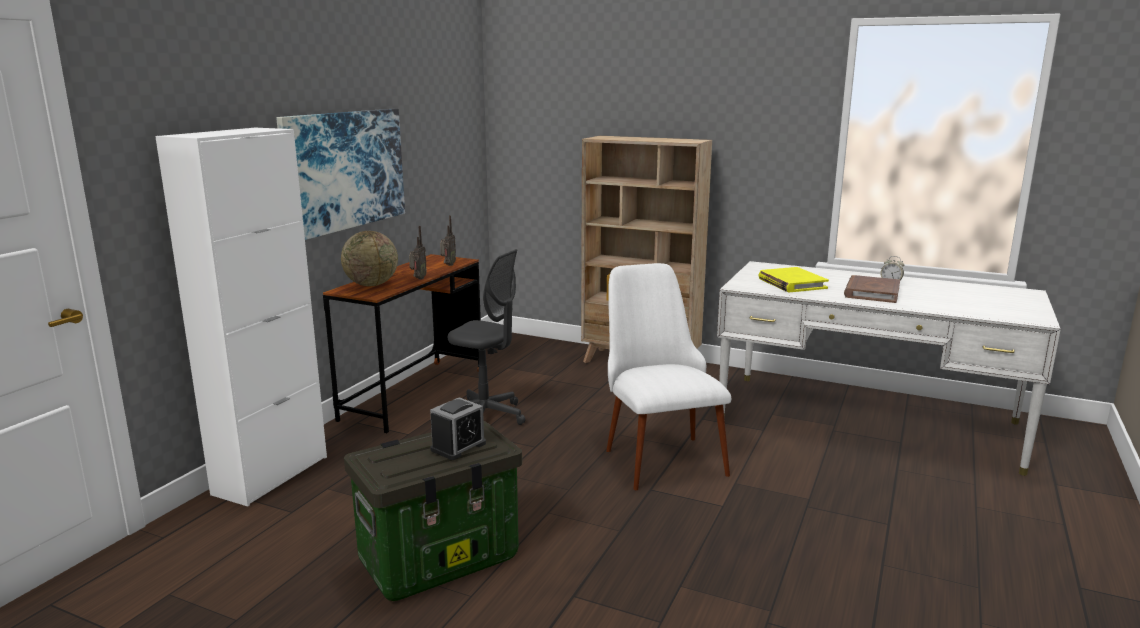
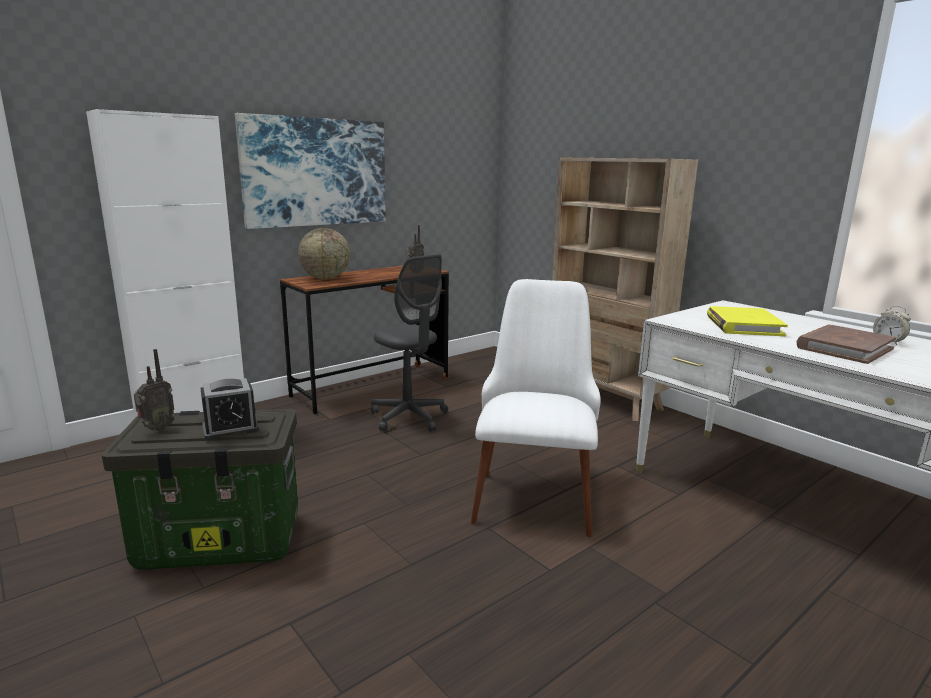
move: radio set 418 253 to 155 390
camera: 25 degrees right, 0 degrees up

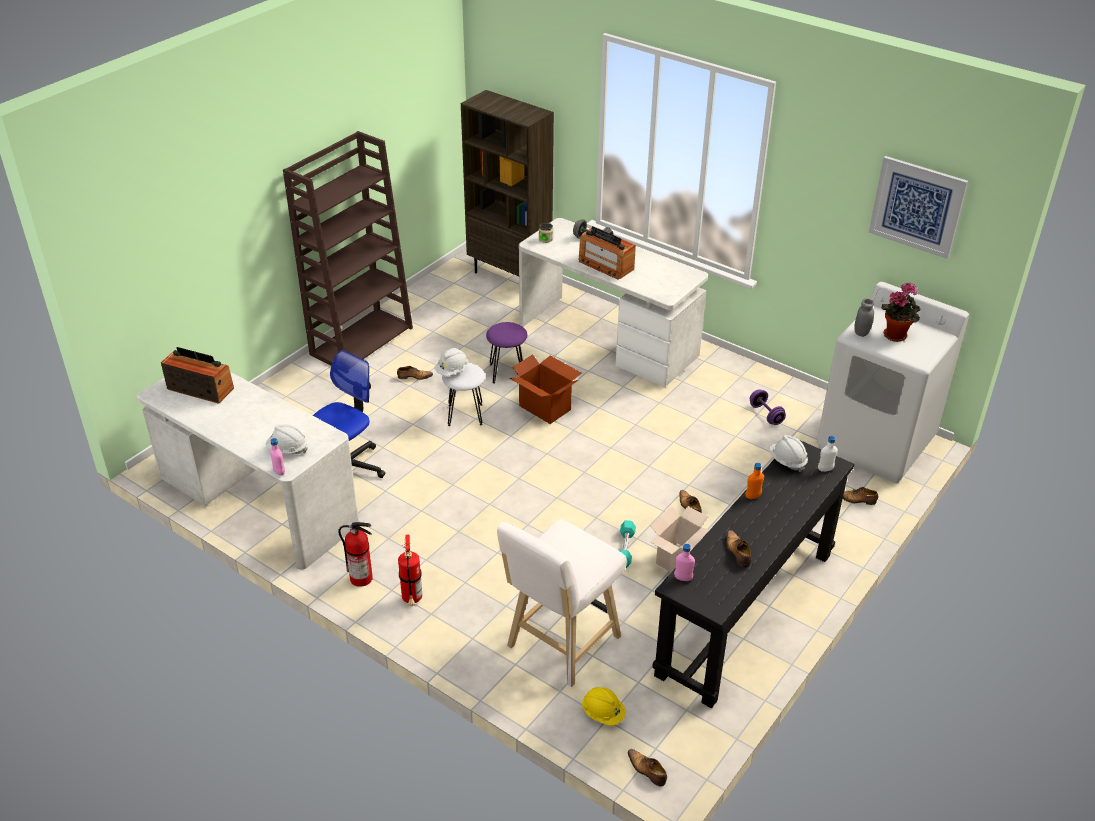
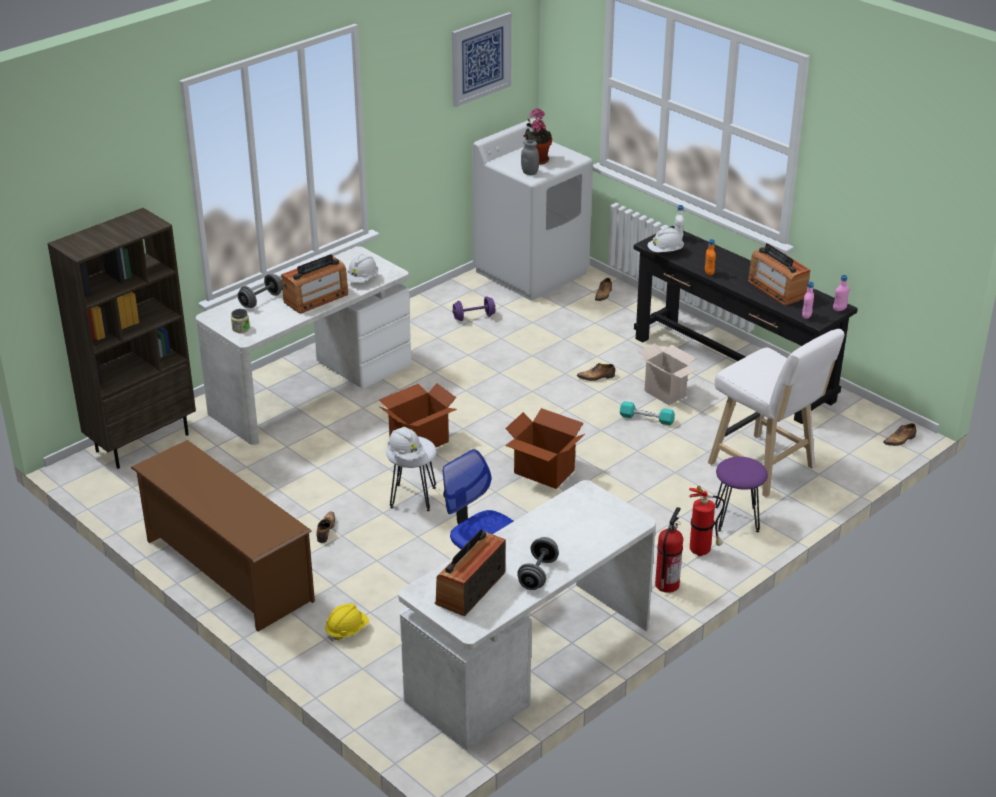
insert: carton 545 448; dumbbell in gray 538 563
move: stool seat in purplish 506 353 to 741 494; hard hat in white-coloured 287 439 to 362 268; drink bottle in pink-coloured 277 456 to 841 293; hard hat in yellow 604 706 to 347 622
replace: bookcase in brown 348 248 to shoe shelf in brown 223 536; low shoe 739 549 to radio set 779 274
camera: 80 degrees left, 5 degrees down

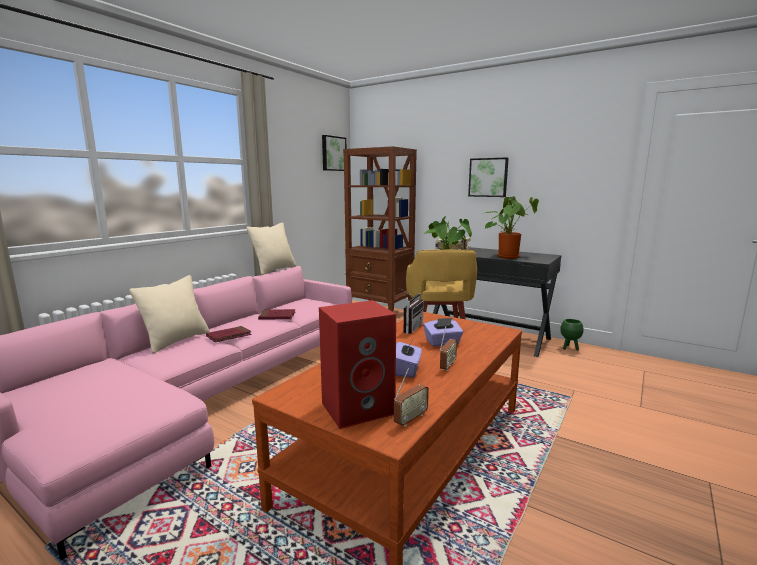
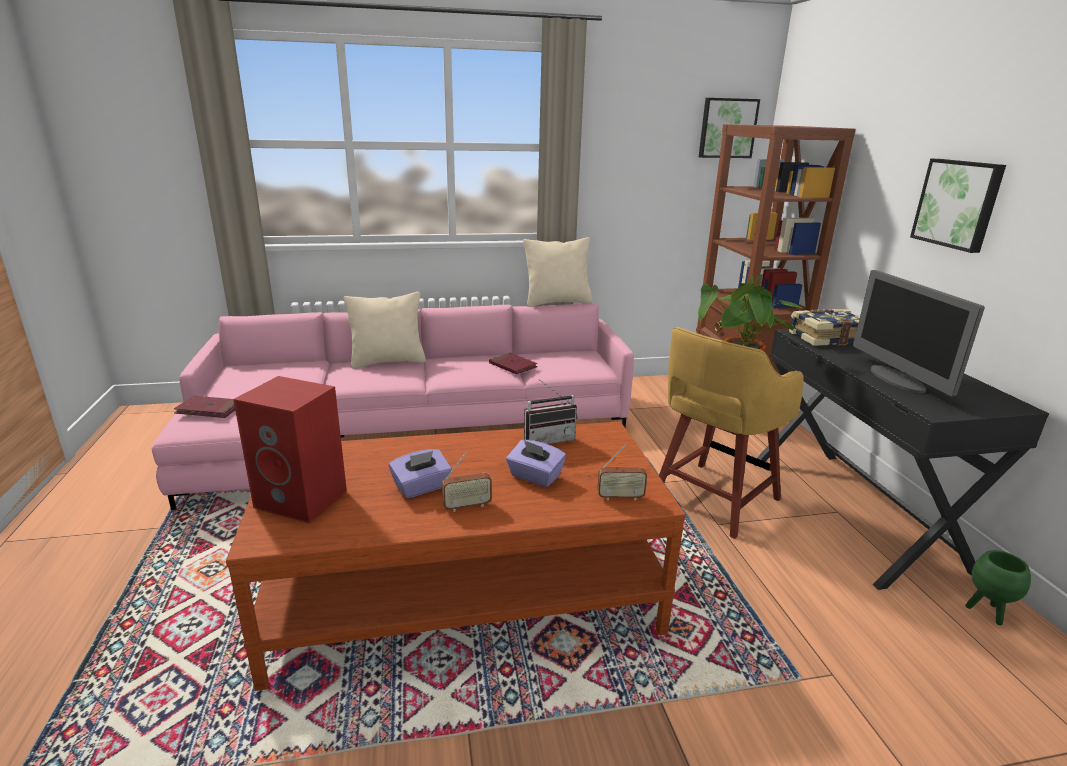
move: book in reddish 229 334 to 204 407; radio set 411 397 to 622 473
replace: plant in a pot 512 227 to computer screen 919 333
camera: 45 degrees right, 10 degrees up

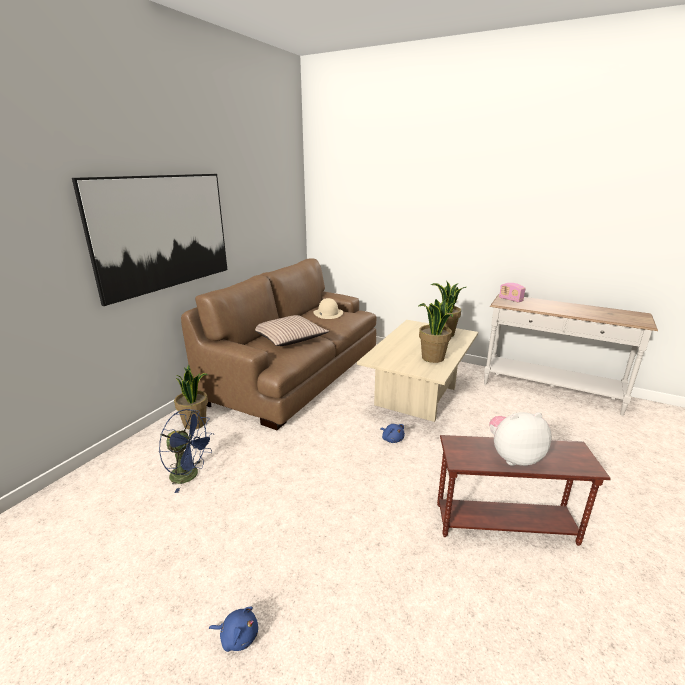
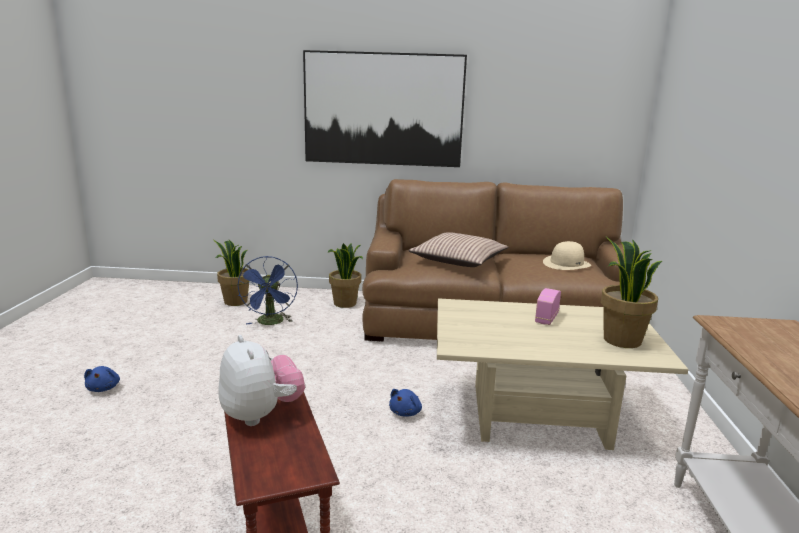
move: radio set 512 293 to 548 306; plant in a pot 437 331 to 231 273
camera: 65 degrees right, 5 degrees down

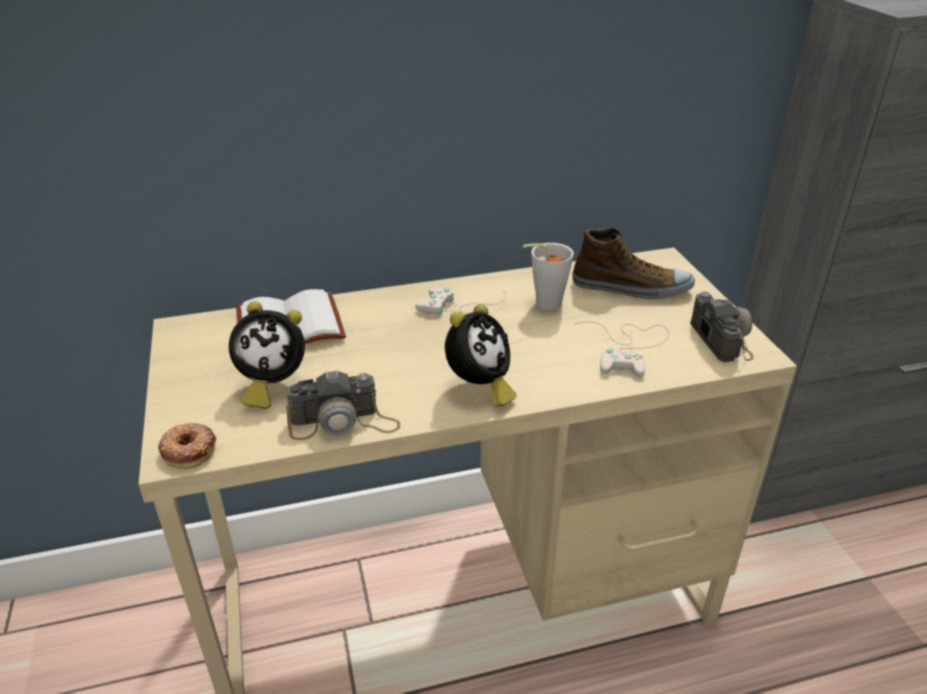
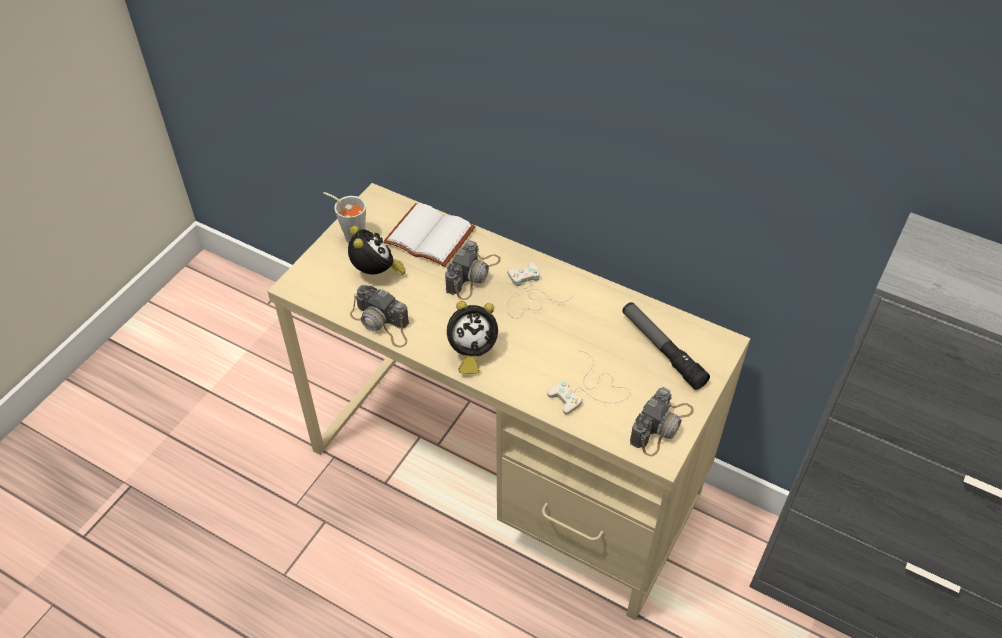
delete: ring doughnut 187 446
insert: photo camera 473 270
move: cup in gray 548 276 to 344 217
replace: low shoe 633 263 to torch 666 346
rotate: alarm clock 267 355 = 377 251 150 degrees counterclockwise
camera: 45 degrees right, 15 degrees up

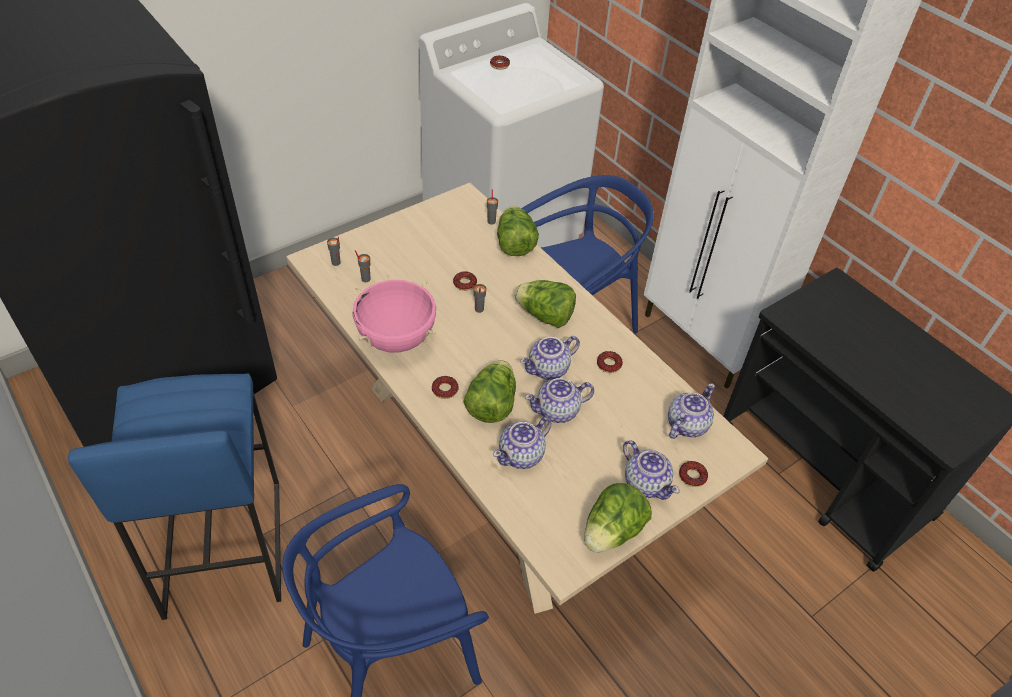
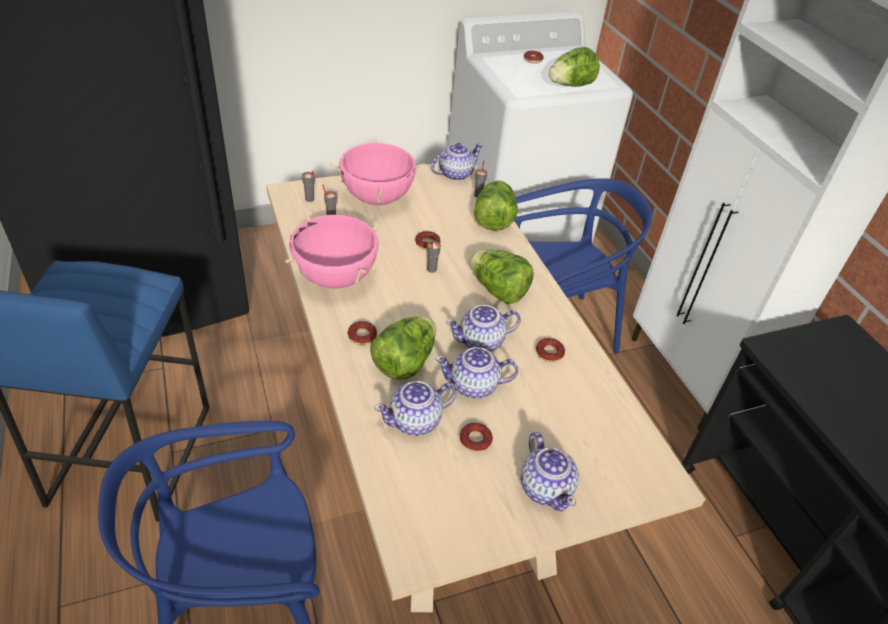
insert: cooking pot in pink-coloured 378 172
move: pot for tea 691 411 to 457 162; ring doughnut 693 474 to 476 437; lettuce 618 518 to 574 67
camera: 15 degrees right, 5 degrees down

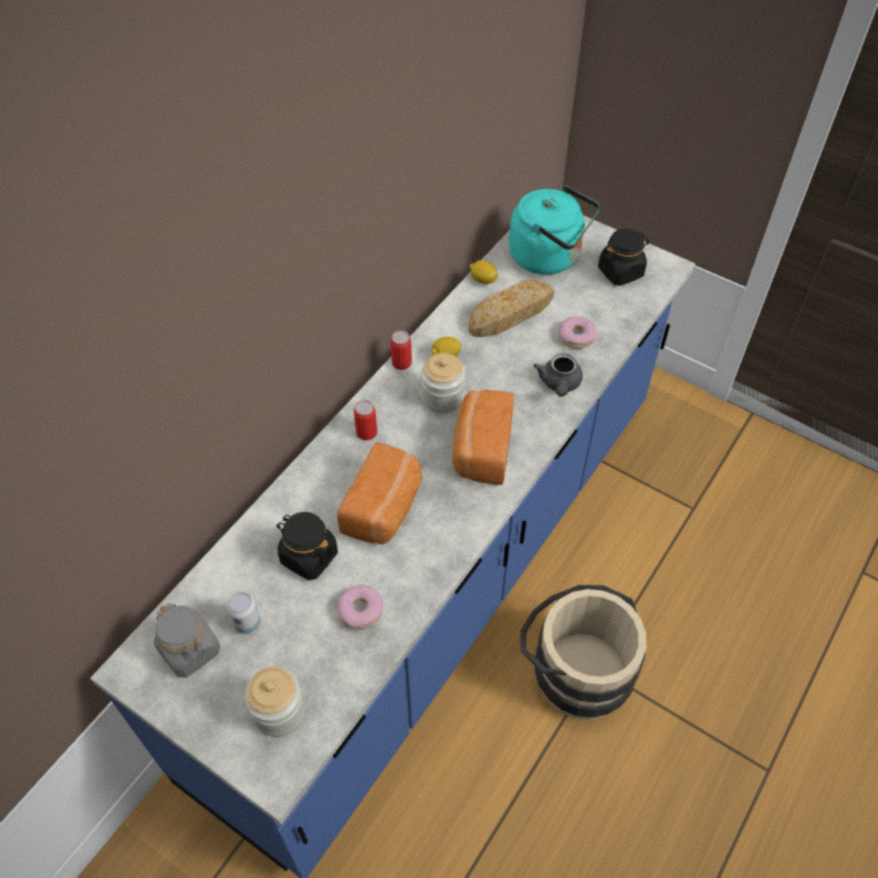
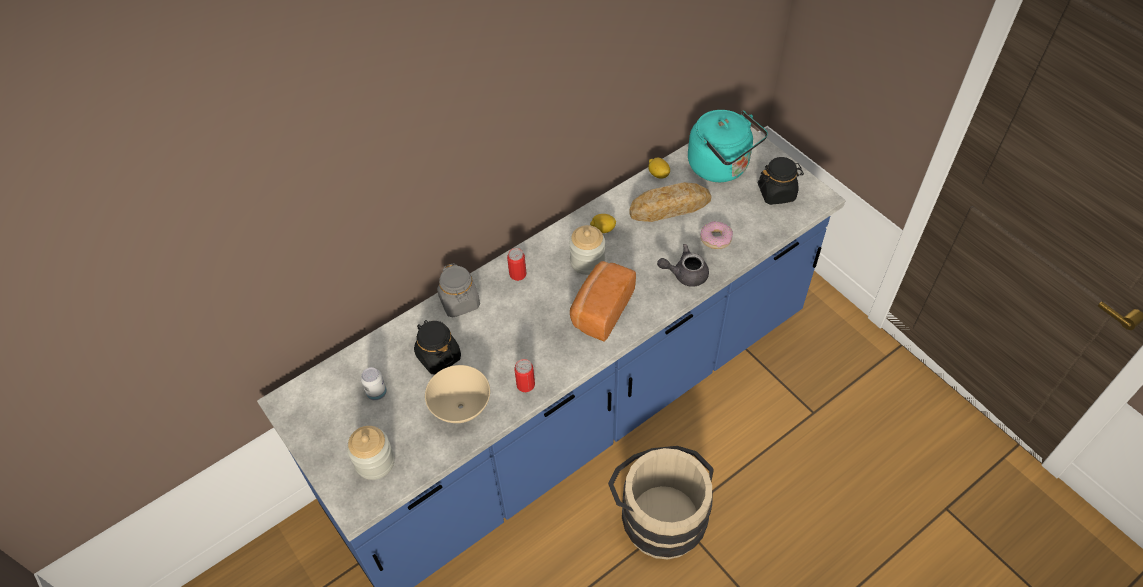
delete: bakery bread 379 493
move: metal can 401 350 to 524 375; preserve jar in gray 187 640 to 458 290
replace: ring doughnut 360 607 to deep dish in sand-coloured 457 394
rotate: pot for tea in gray 558 375 = 683 265 60 degrees clockwise
camera: 20 degrees right, 0 degrees up

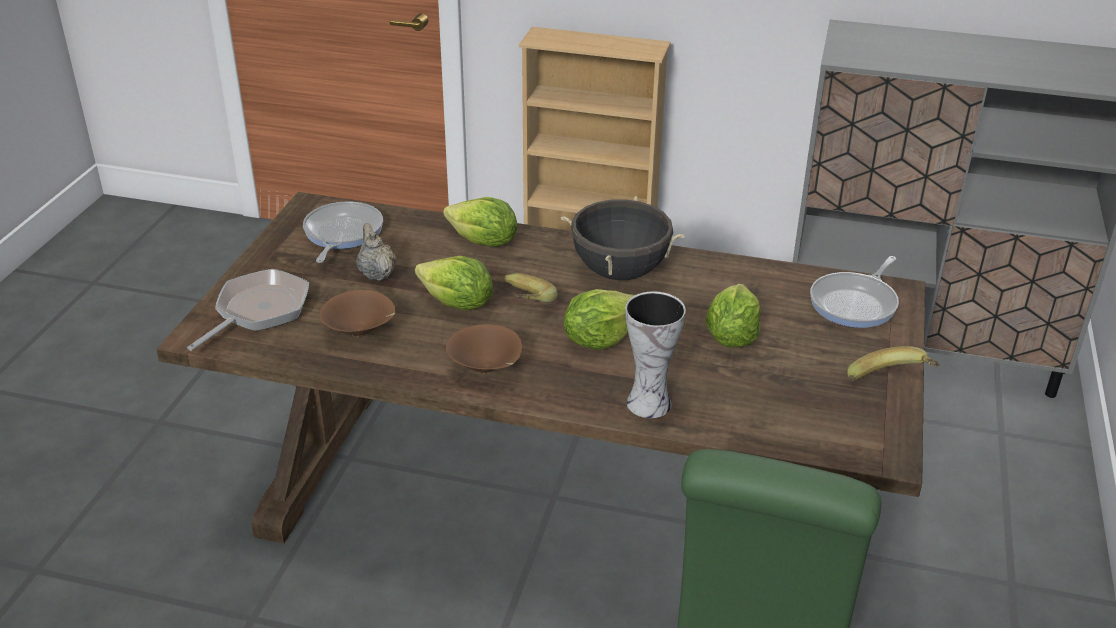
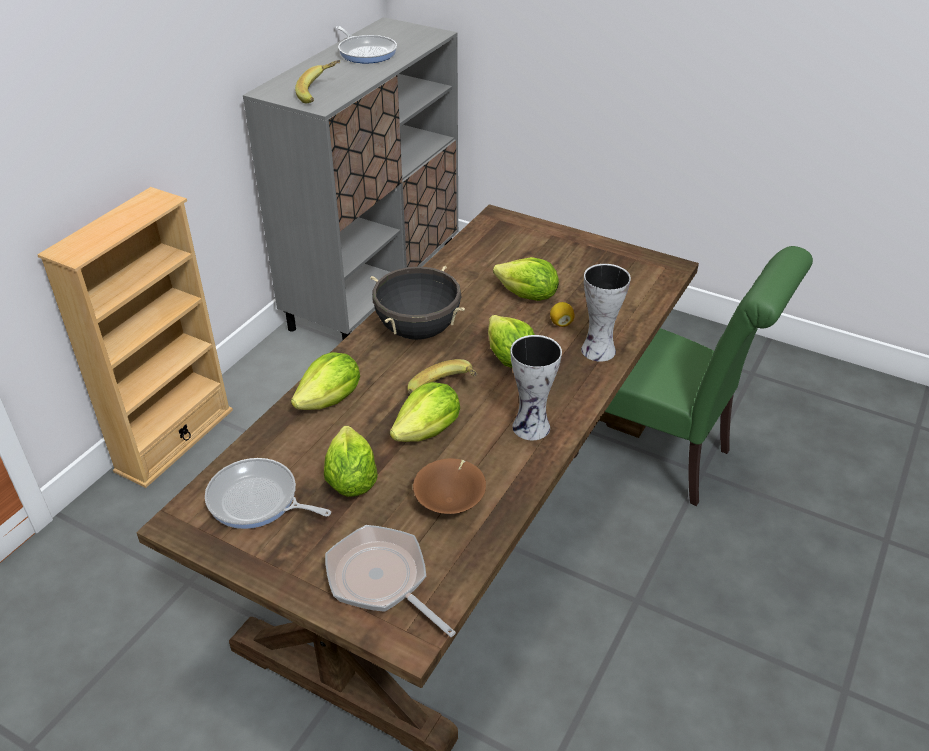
insert: citrus fruit 562 314
move: frying pan 854 292 to 366 44; whole banana 893 363 to 317 82
replace: pot for tea in sand-coloured 376 252 to lettuce 351 461; deep dish in brown 484 349 to flower vase 536 387
camera: 75 degrees left, 5 degrees up

